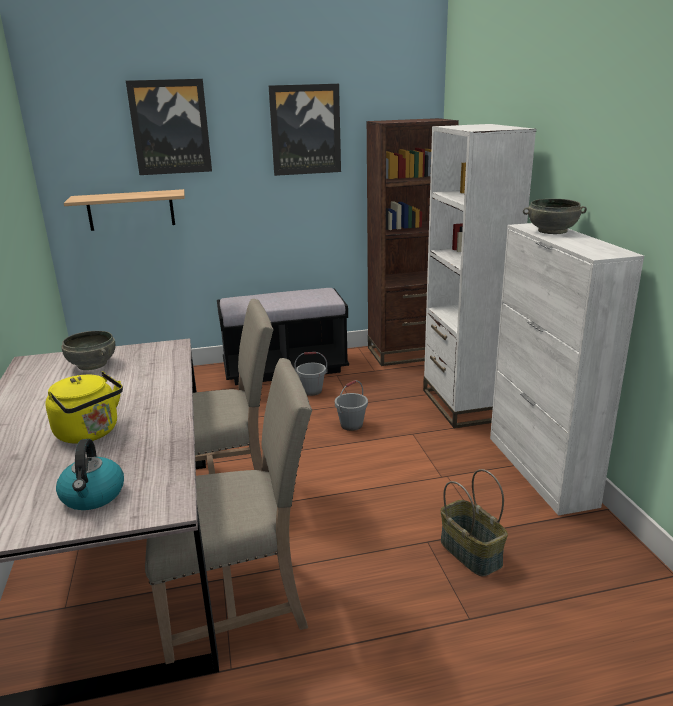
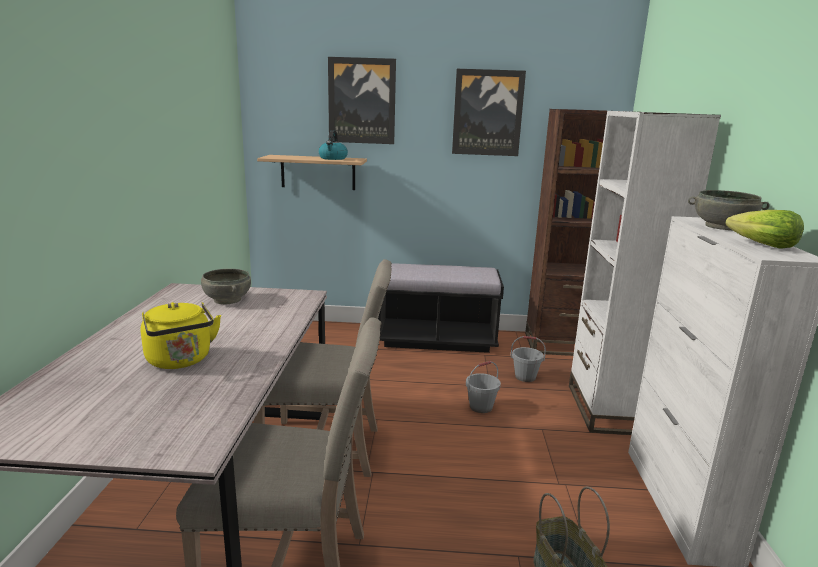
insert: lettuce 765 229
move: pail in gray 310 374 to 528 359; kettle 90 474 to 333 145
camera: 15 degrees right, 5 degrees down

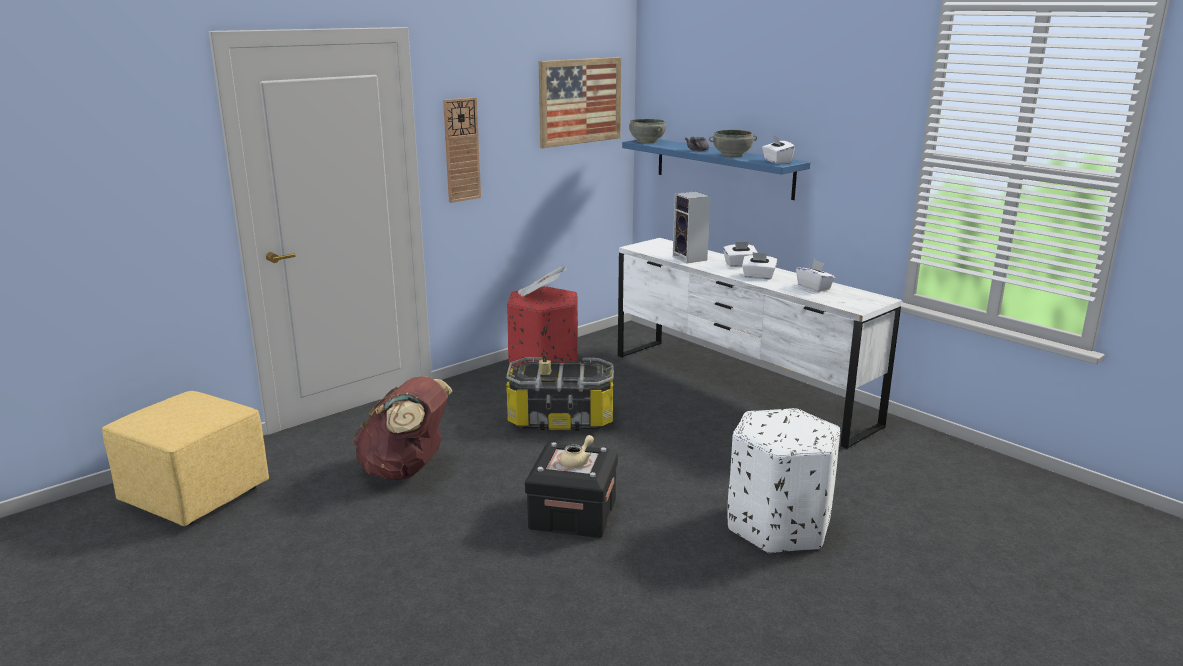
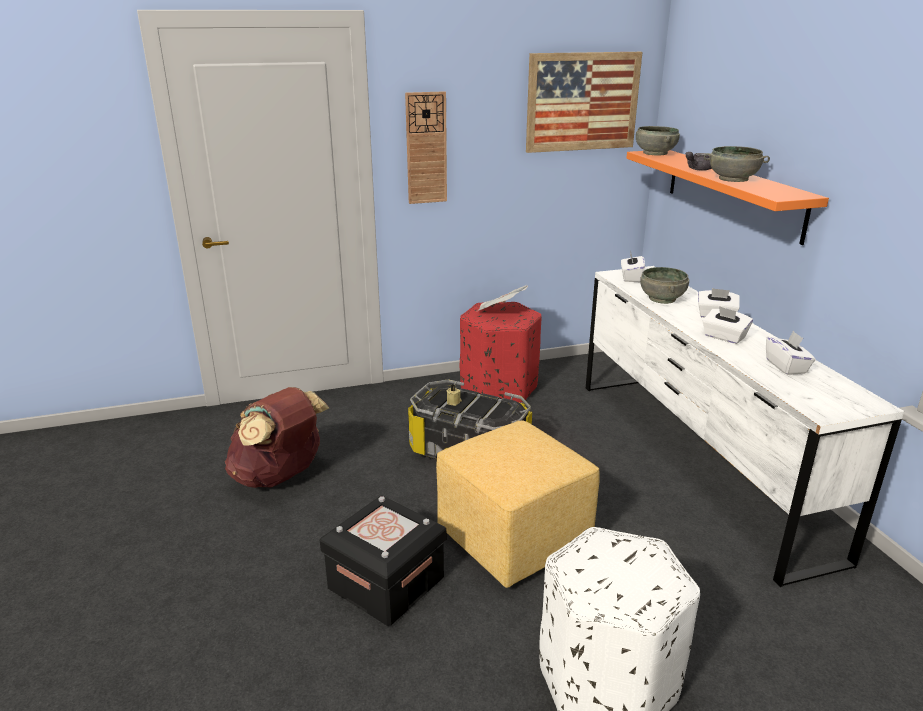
delete: pot for tea in sand-coloured 577 451
move: tissue holder in white-coloured 778 149 to 633 266; ottoman in yellow 185 458 to 518 504
replace: loudspeaker 691 227 to deep dish in gray 664 285
recolor: bracket shelf in bluish 716 169 to bracket shelf in orange 727 197
camera: 25 degrees right, 5 degrees up

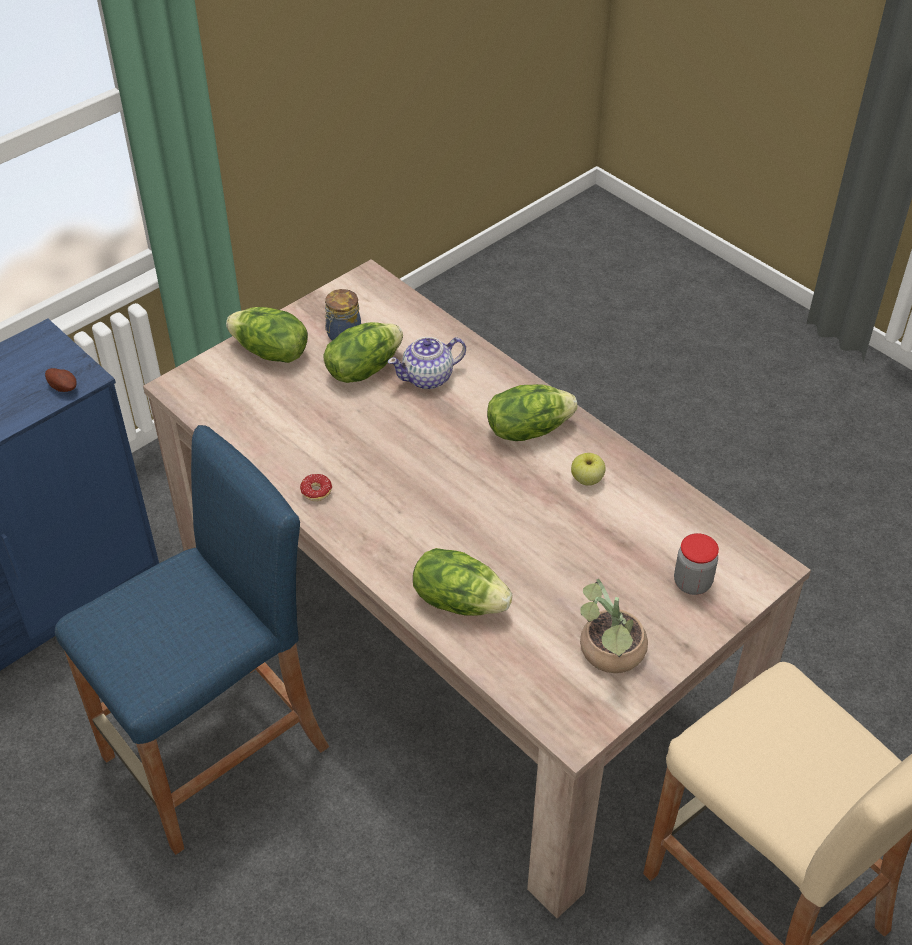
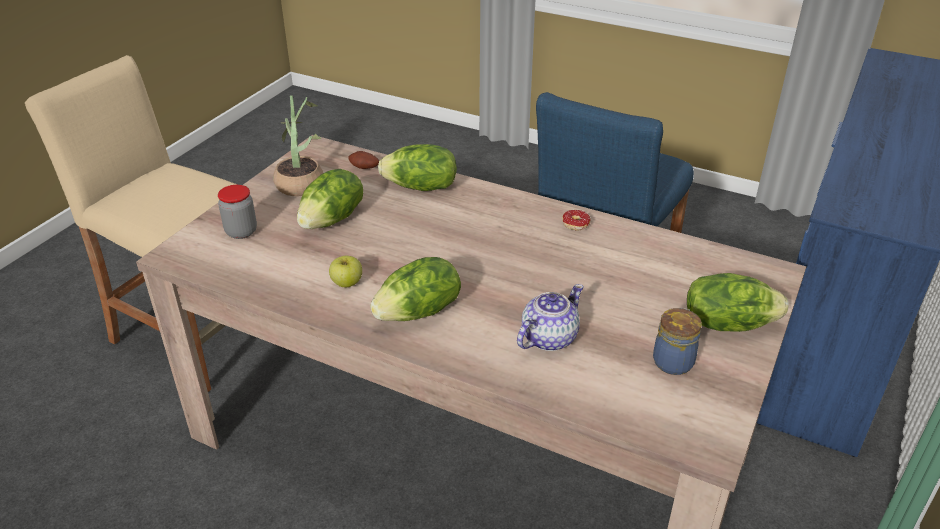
move: lettuce 363 352 to 330 199; whole potato 61 380 to 363 160
camera: 160 degrees right, 10 degrees down

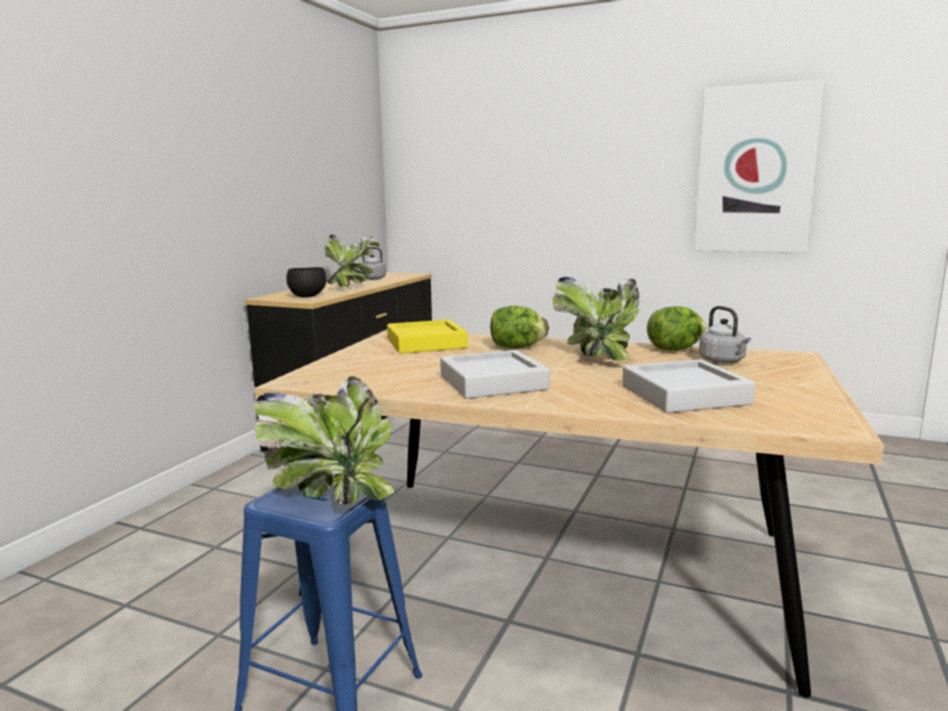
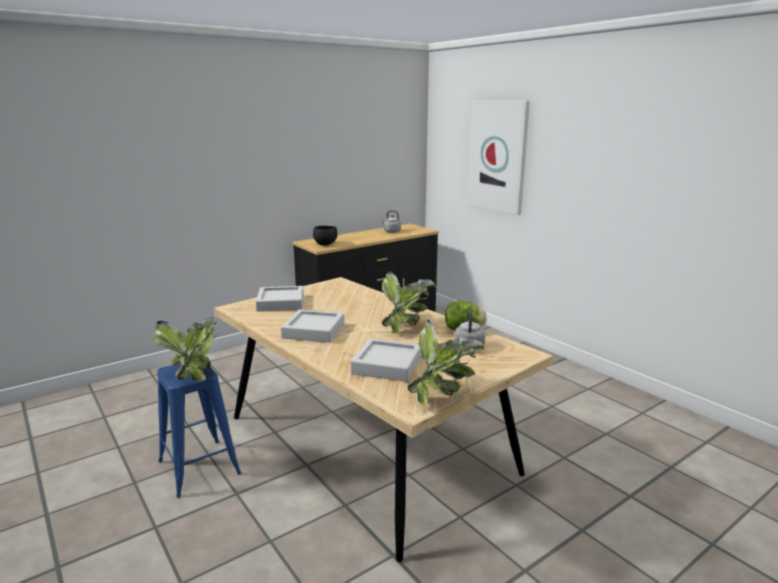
delete: lettuce 519 327; tray in yellow 427 337
insert: tray in gray 280 299
move: wall art 759 166 to 498 157; plant in a pot 352 260 to 446 362
camera: 30 degrees right, 5 degrees up

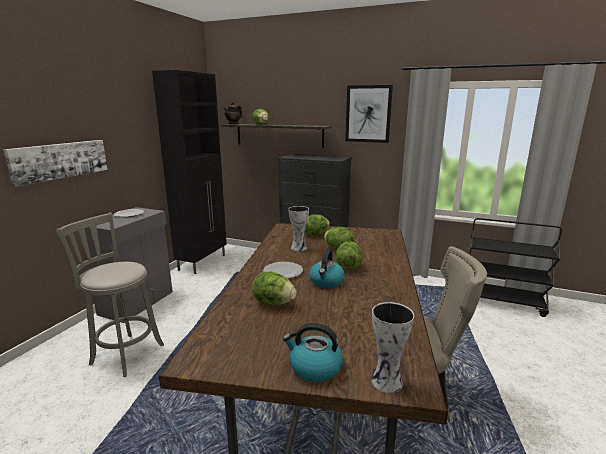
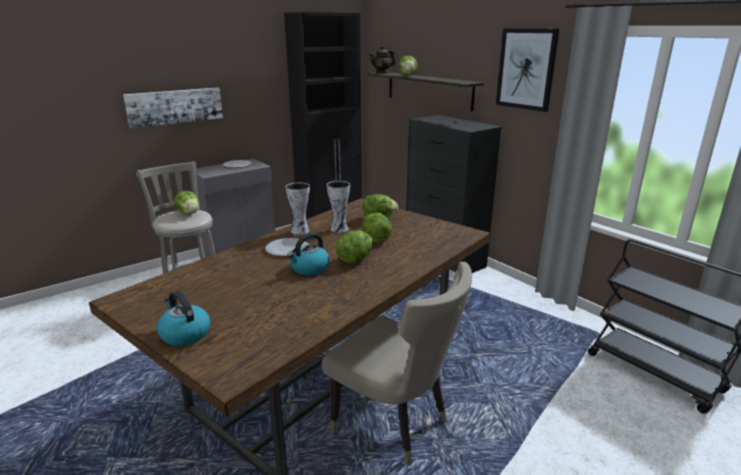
move: lettuce 274 289 to 187 203; flower vase 393 347 to 298 209
camera: 30 degrees right, 5 degrees up

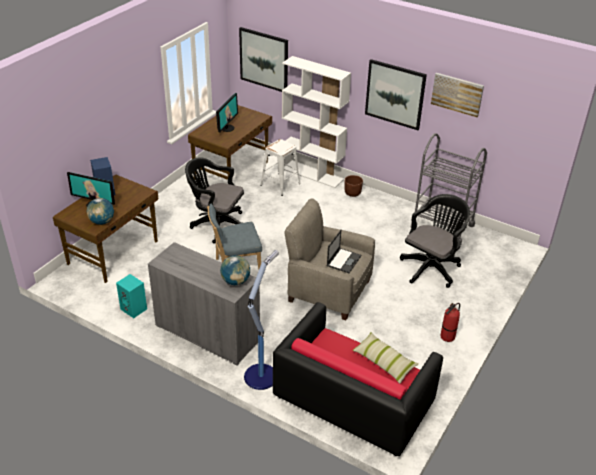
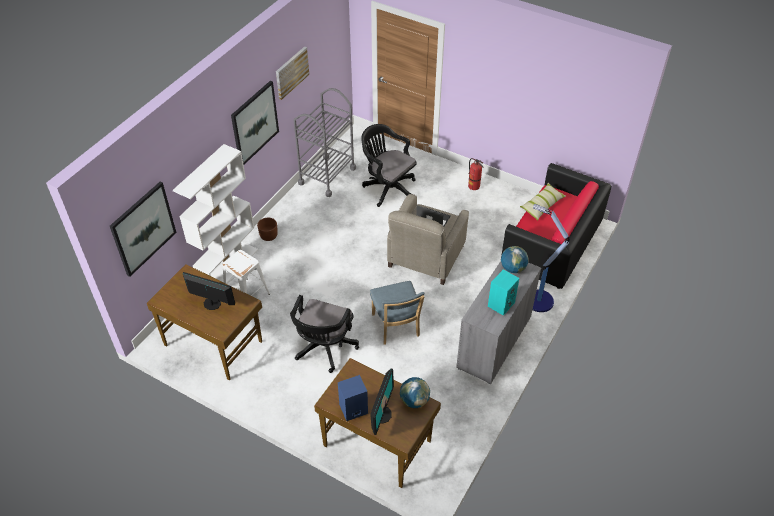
move: loudspeaker in turquoise 131 296 to 503 292
camera: 90 degrees left, 10 degrees up

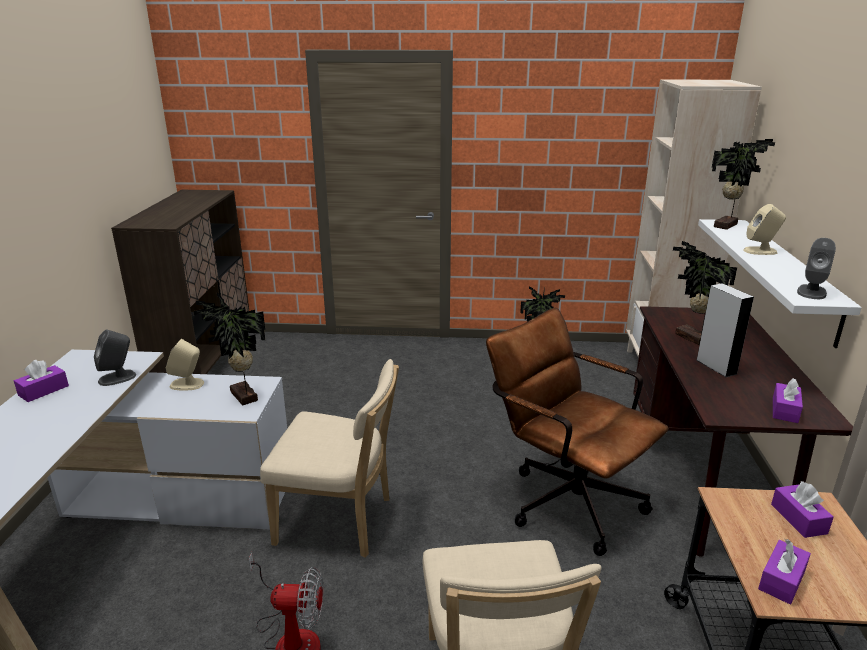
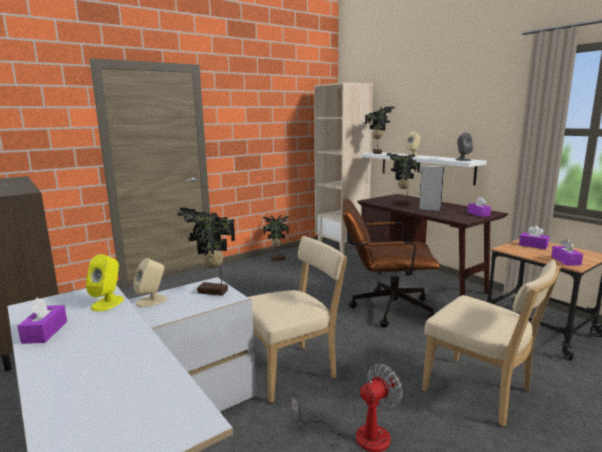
recolor: loudspeaker in gray 115 358 to loudspeaker in yellow 105 282
camera: 40 degrees left, 10 degrees down

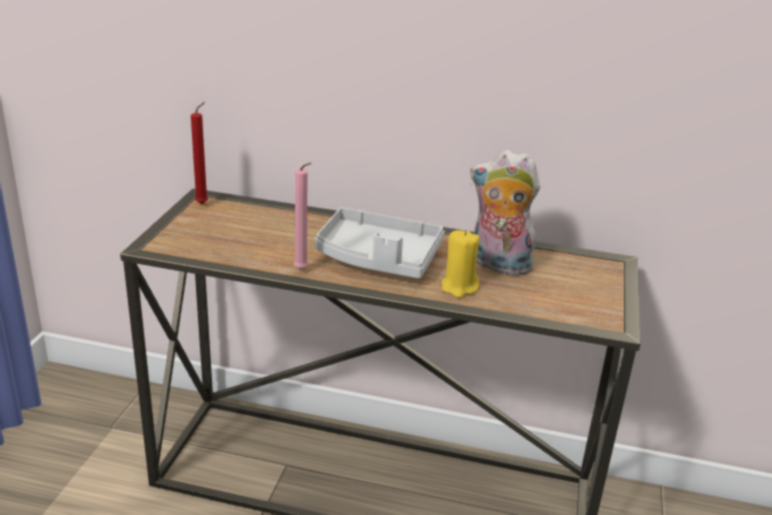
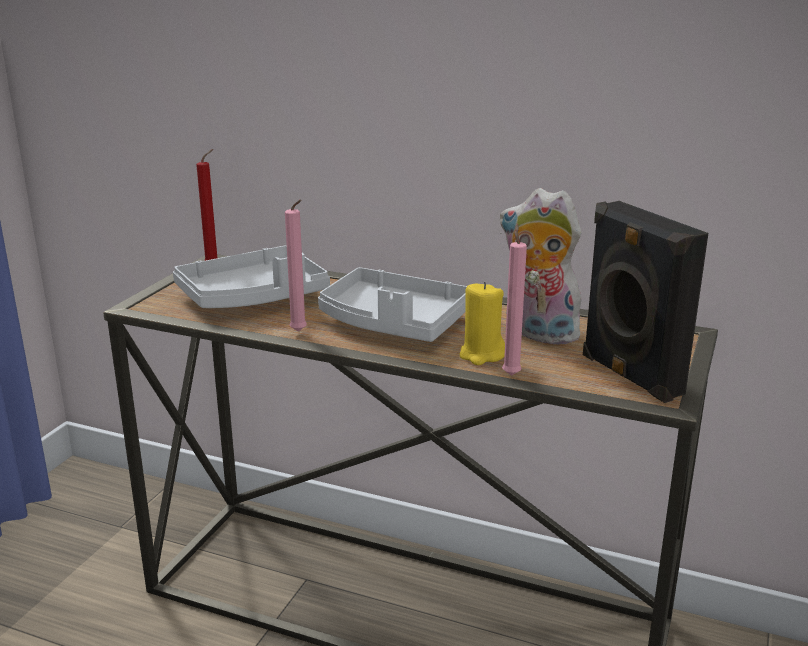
insert: loudspeaker in black-coloured 645 302; candle in pink-coloured 514 300; tray in gray 251 276
camera: 10 degrees right, 5 degrees down

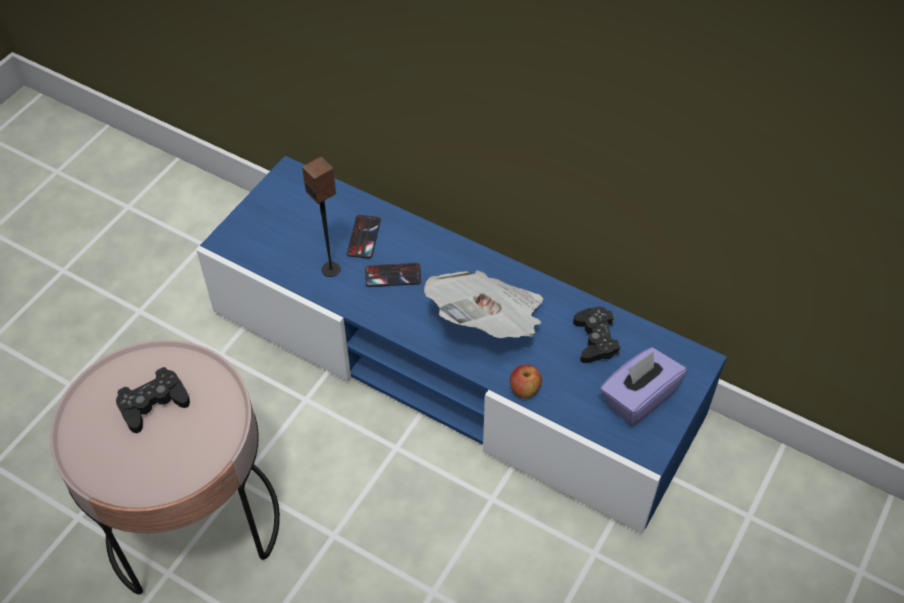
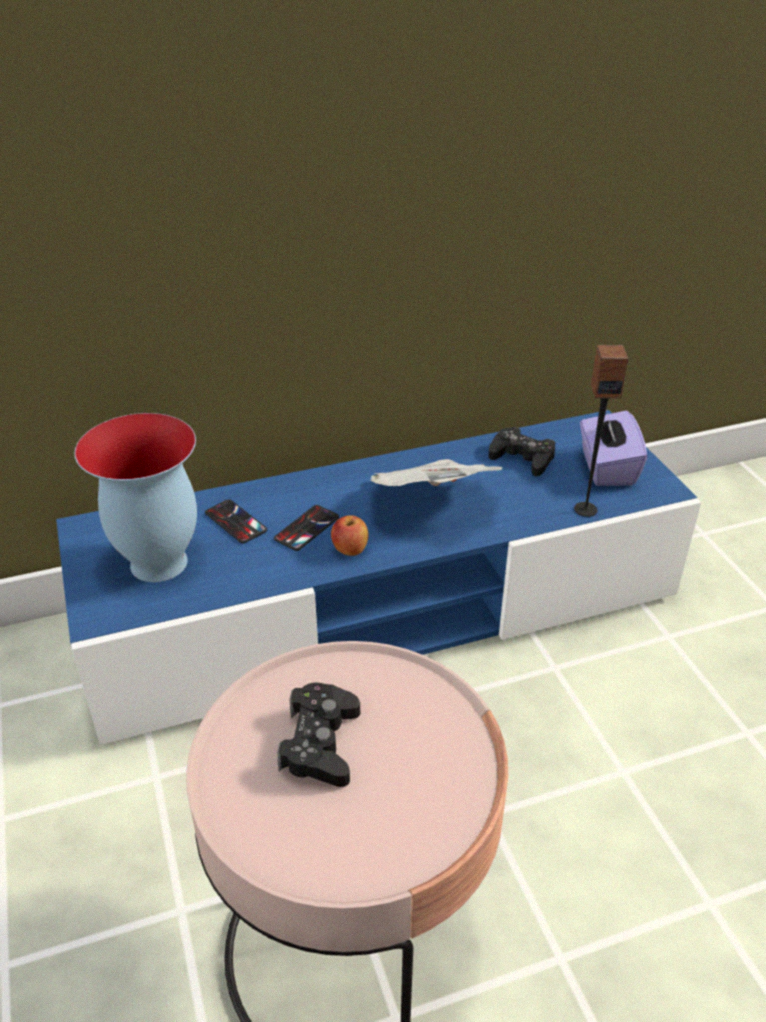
insert: flower vase 135 497
move: loudspeaker 321 217 to 601 431; apple 526 382 to 350 535
camera: 50 degrees left, 15 degrees down

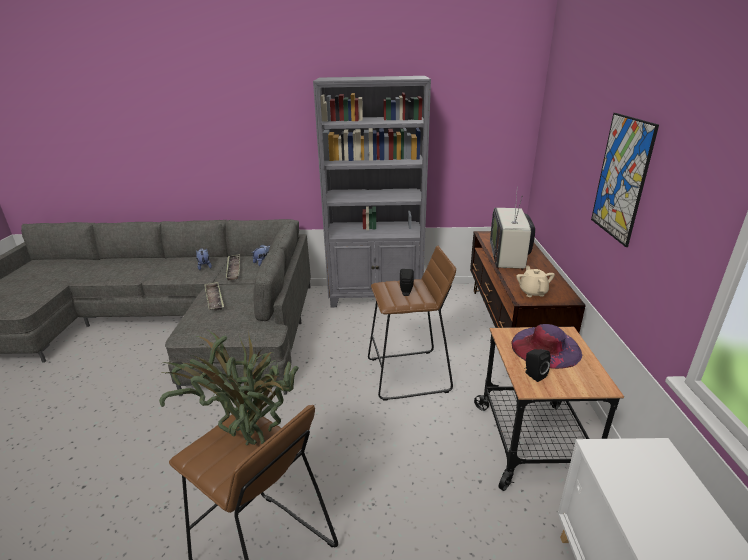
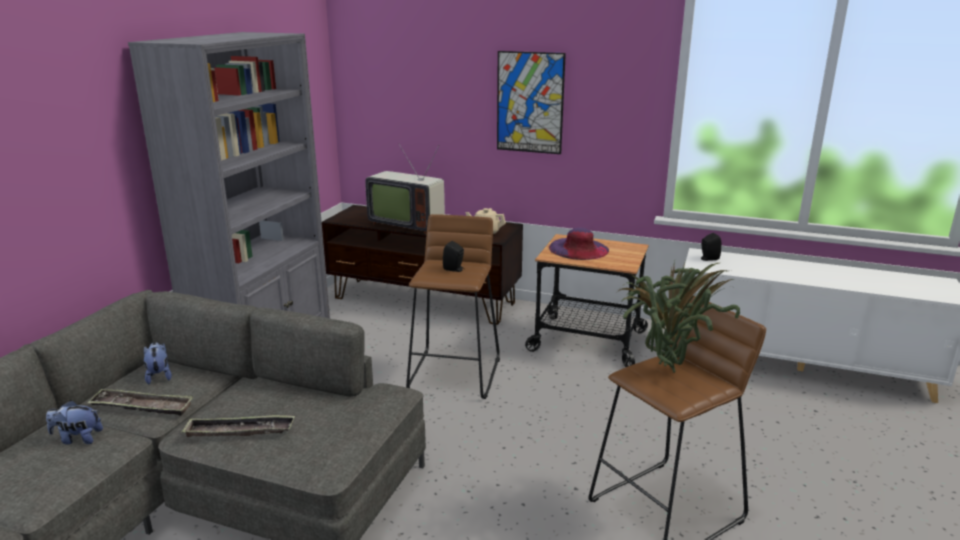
move: loudspeaker in black-coloured 537 365 to 711 247
camera: 70 degrees left, 5 degrees down

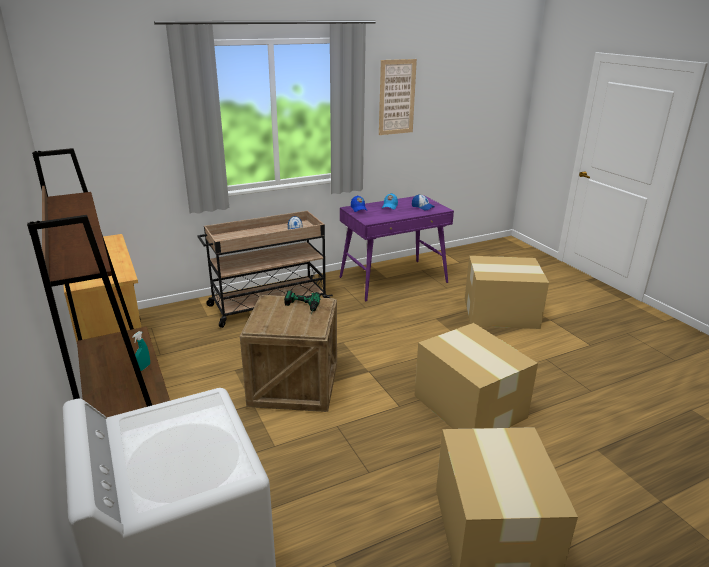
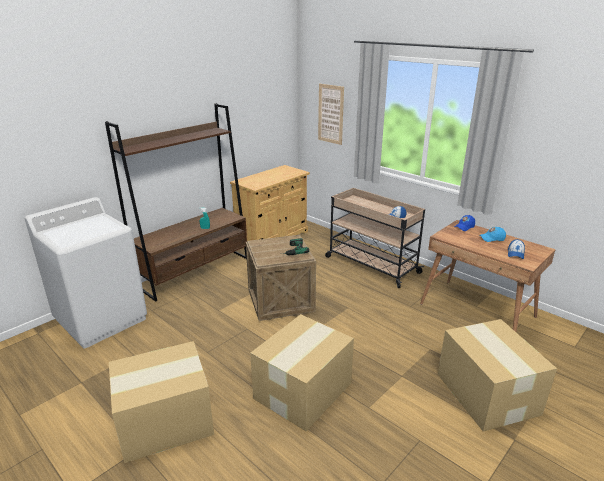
move: wall art 398 97 to 331 114
recolor: desk unit in purplish 397 248 to desk unit in brown 488 276
camera: 70 degrees right, 0 degrees up

